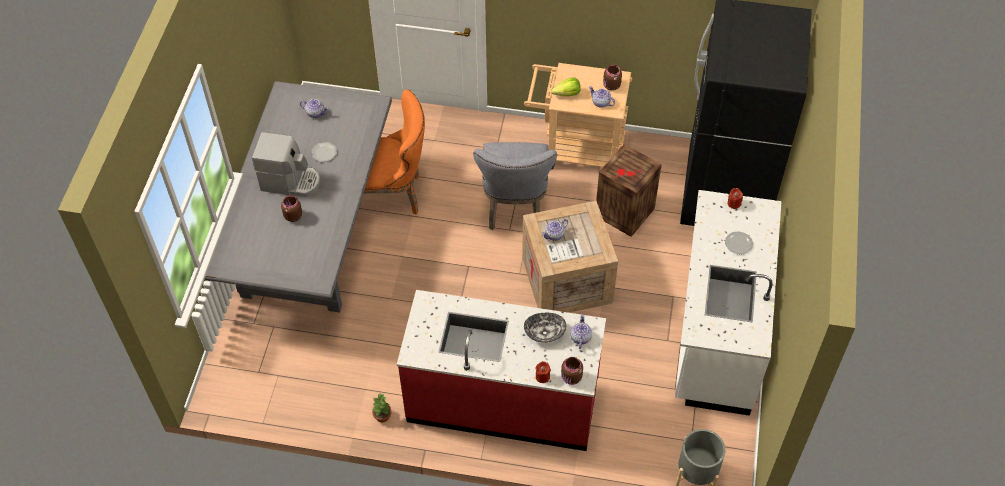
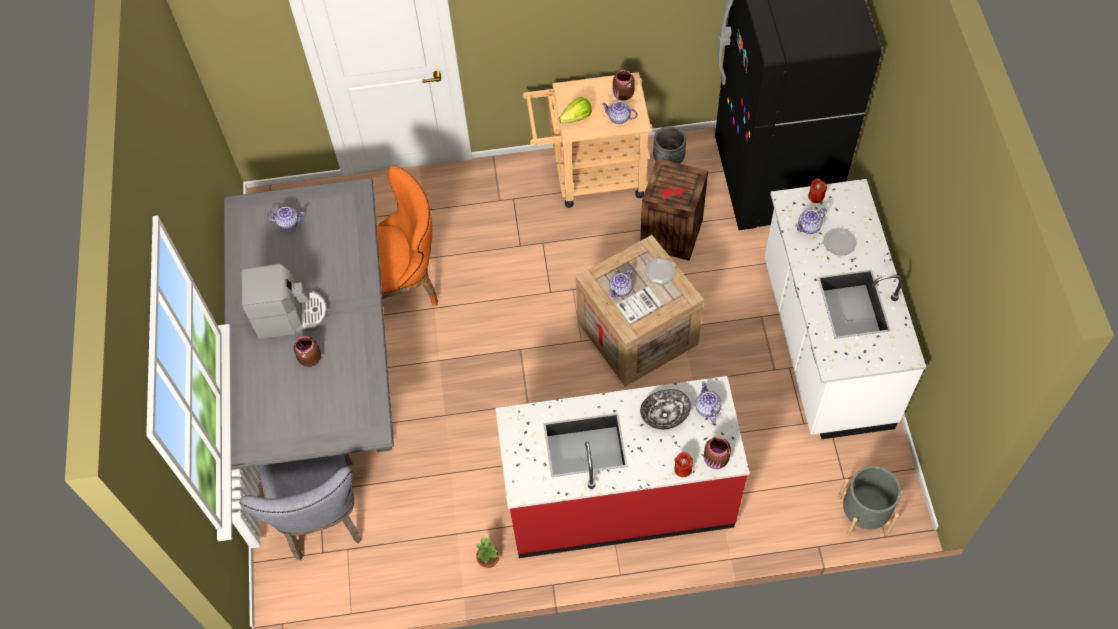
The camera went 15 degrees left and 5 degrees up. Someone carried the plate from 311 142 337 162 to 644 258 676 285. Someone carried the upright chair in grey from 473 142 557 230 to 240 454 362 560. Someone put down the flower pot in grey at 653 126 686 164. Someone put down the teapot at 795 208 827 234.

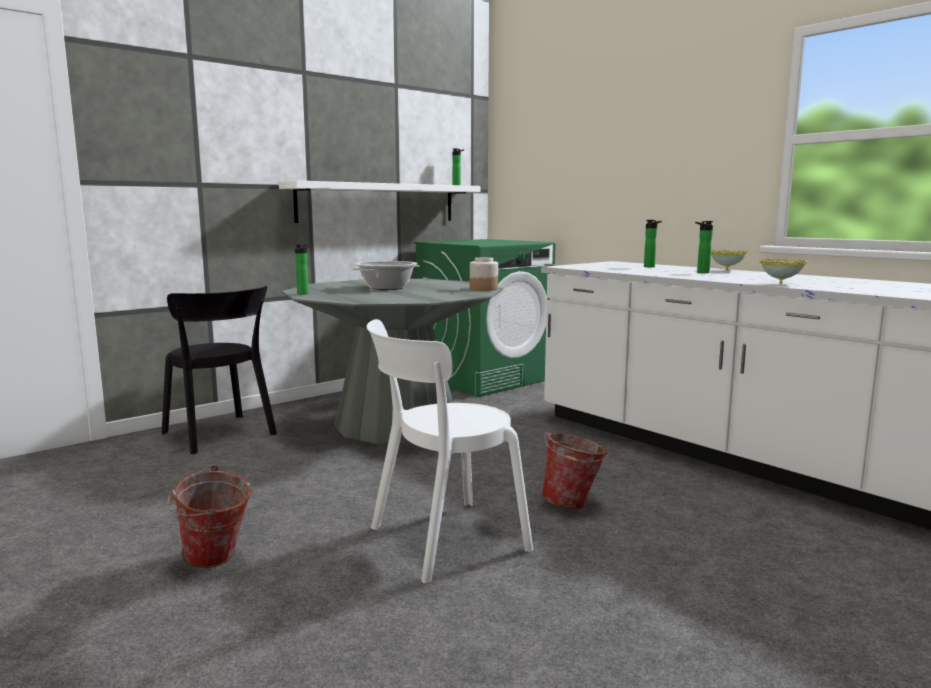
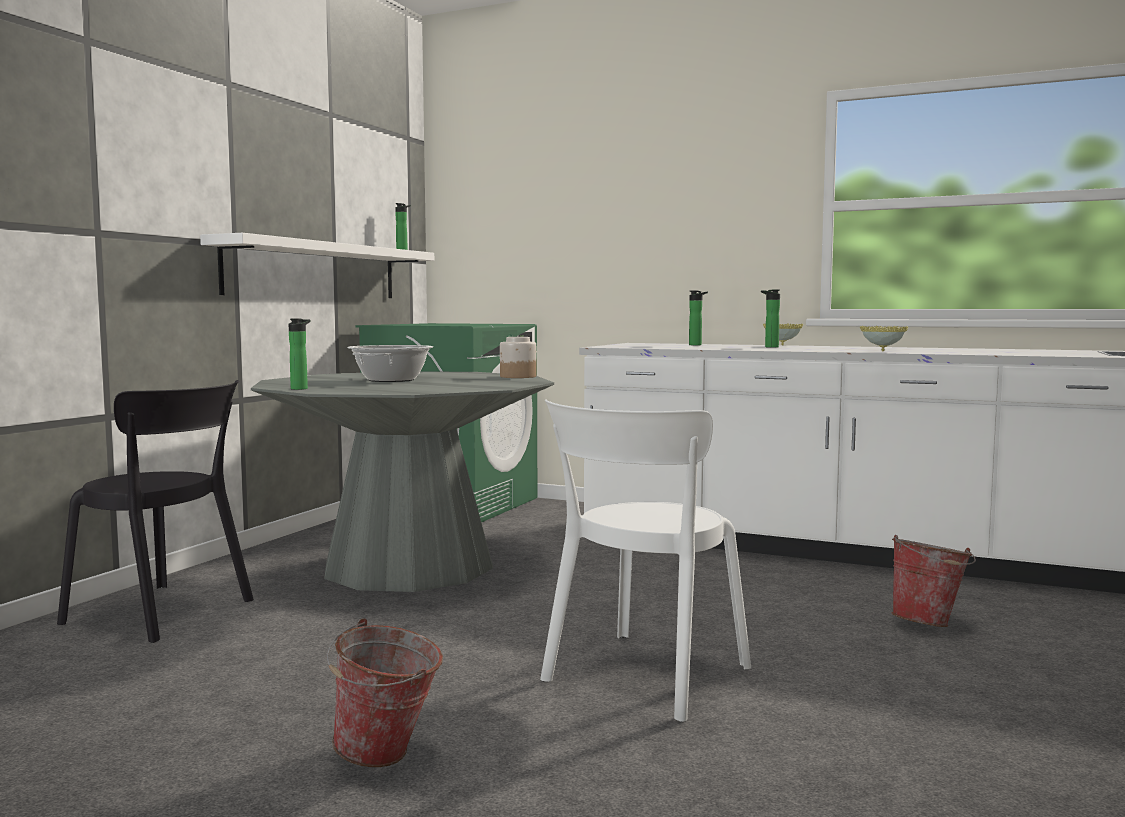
The camera went 25 degrees left and 5 degrees down. Someone carried the bucket from 541 430 610 510 to 892 535 976 627.

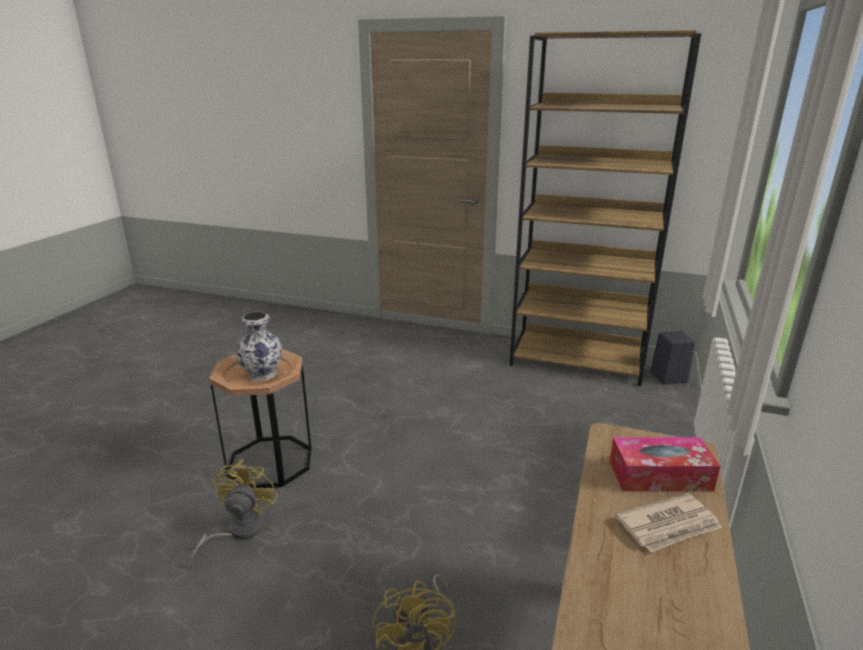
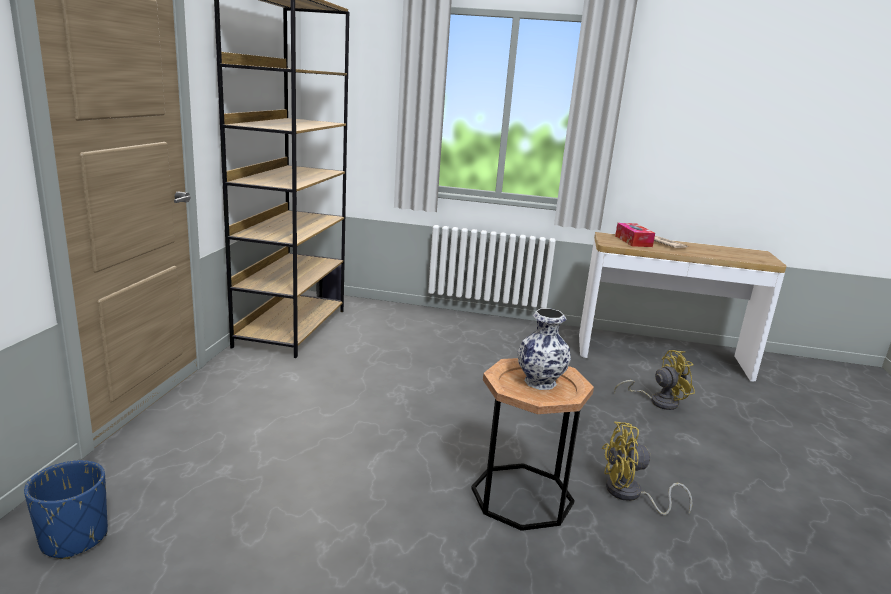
The camera went 100 degrees left and 5 degrees down. Someone put down the flower pot in blue at 24 460 108 559.

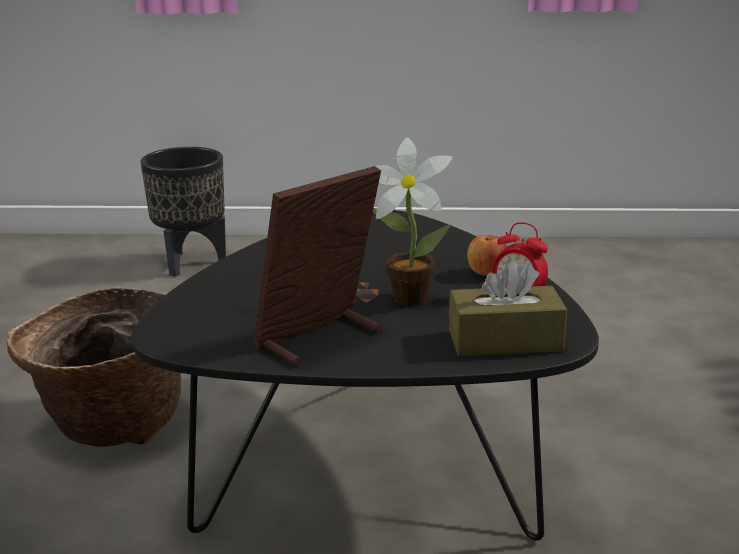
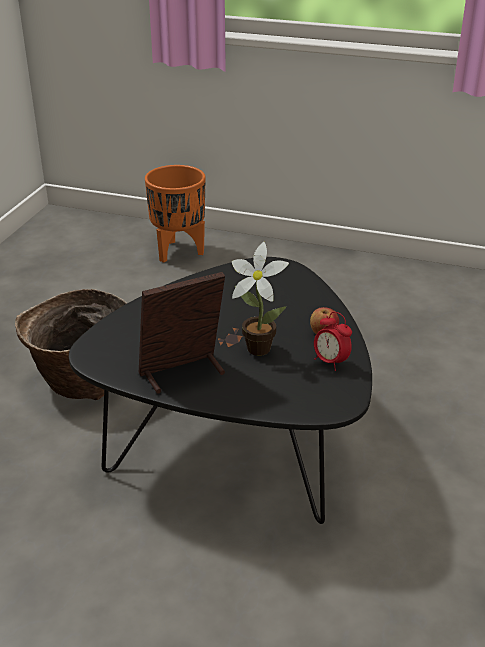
The camera went 15 degrees right and 10 degrees up. Someone repainted the flower pot in black-coloured at 140 147 226 277, which became the flower pot in orangey at 145 165 206 263. Someone took away the tissue holder in brown at 449 258 567 356.

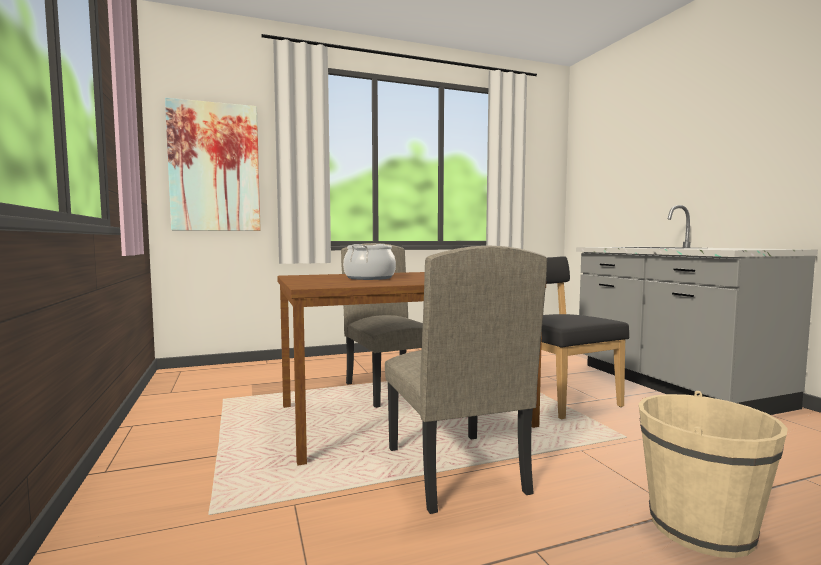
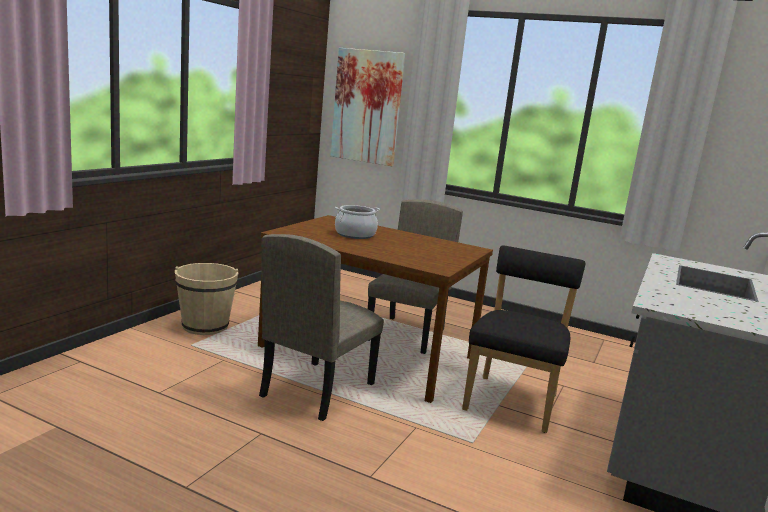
The camera went 45 degrees right and 10 degrees up. Someone carried the bucket in sand-coloured from 639 391 788 558 to 175 263 238 335.

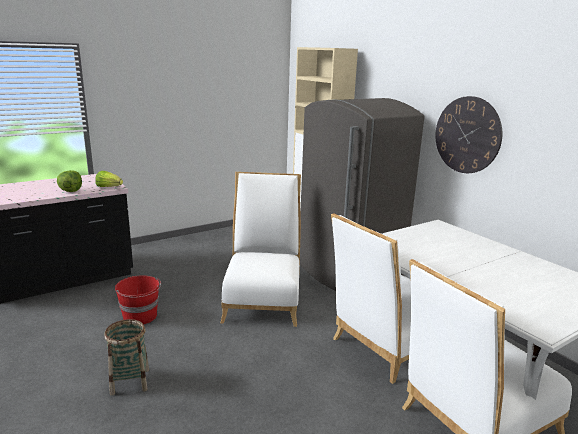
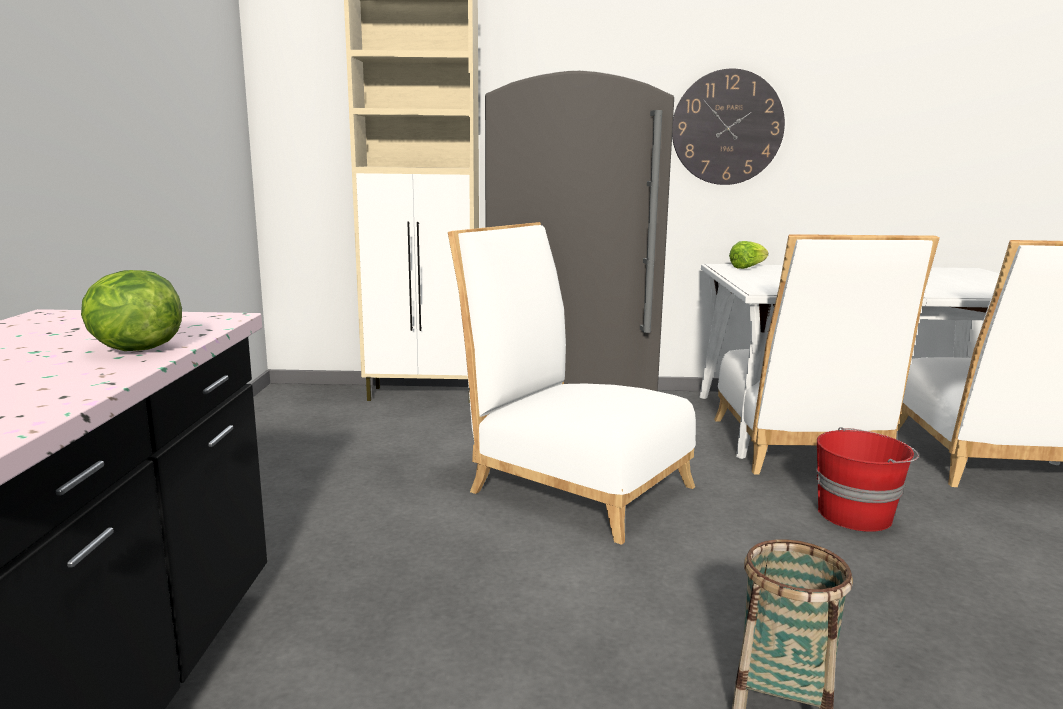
The camera went 55 degrees left and 5 degrees down. Someone carried the lettuce from 95 171 123 187 to 729 241 768 269. Someone carried the bucket in red-coloured from 115 275 161 324 to 816 427 919 532.

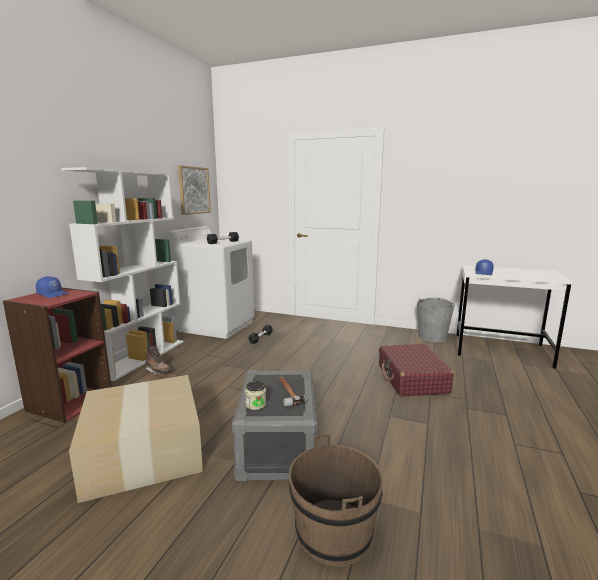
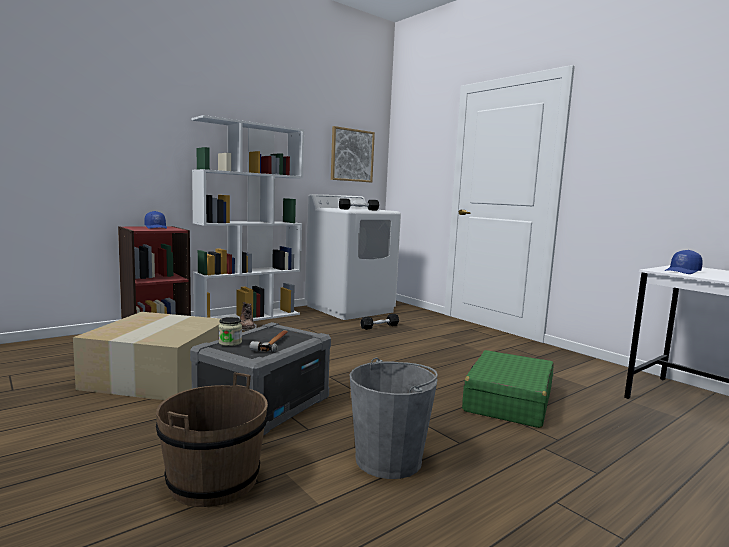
The camera went 30 degrees right and 5 degrees down. Someone carried the bucket in grey from 417 298 454 342 to 349 358 438 479. Someone repainted the travel case in red-coloured at 379 344 454 397, which became the travel case in green-coloured at 462 350 554 428.

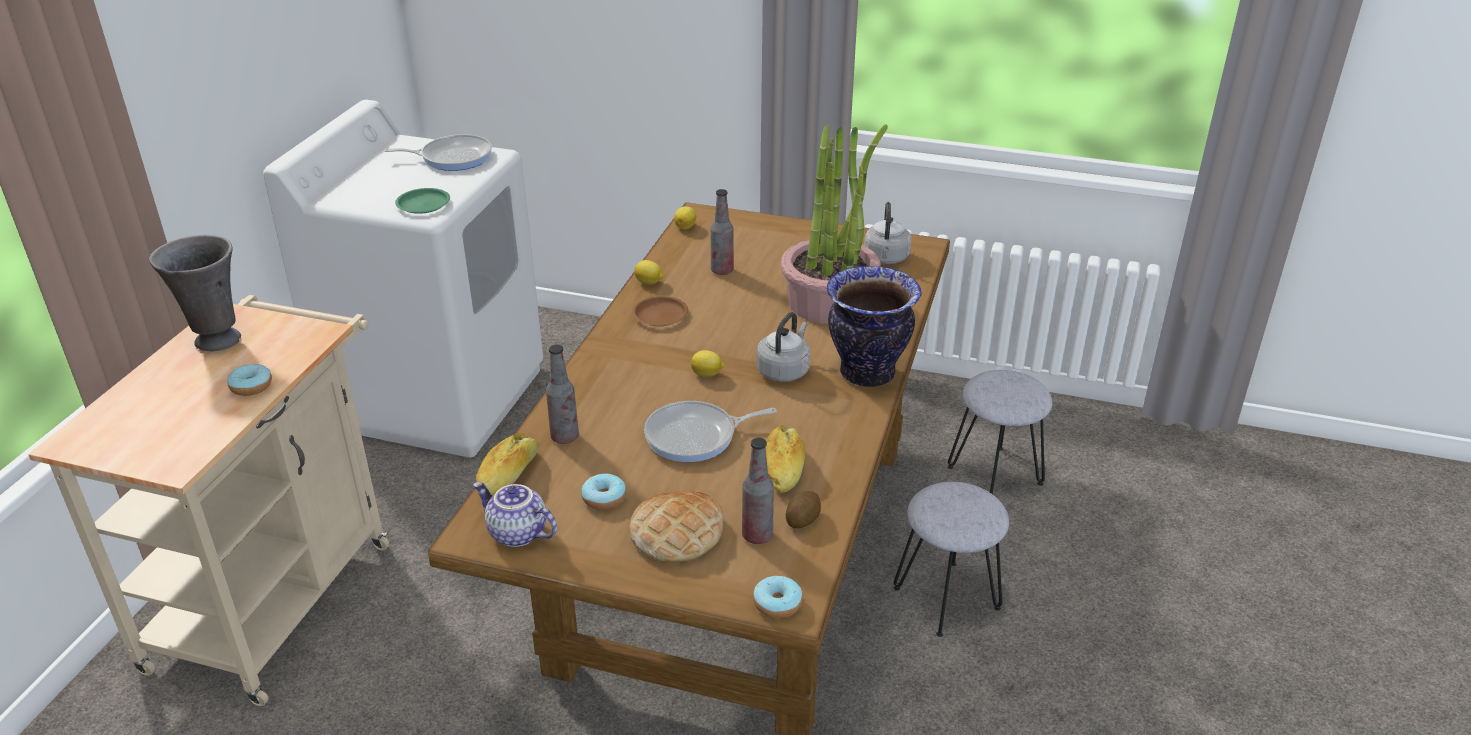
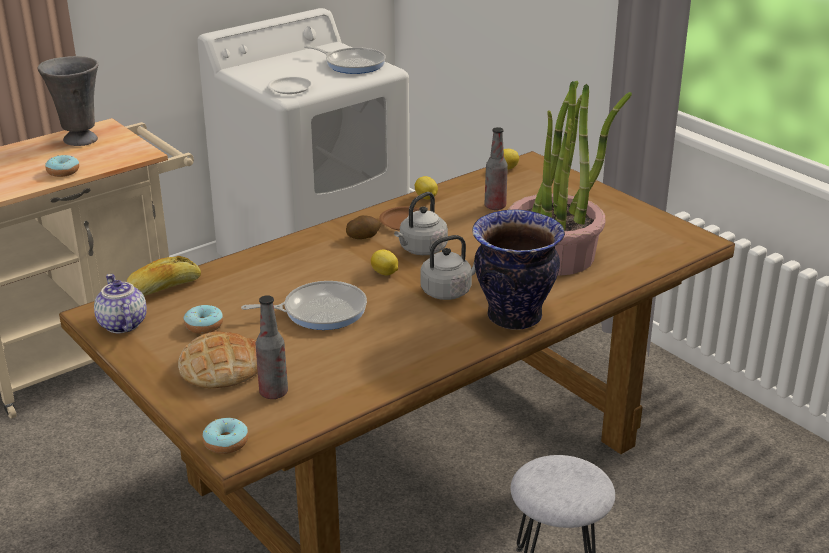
The camera went 35 degrees right and 5 degrees down. Someone repainted the plate in green-coloured at 395 188 450 214, which became the plate in white at 268 77 313 94. Someone carried the water kettle in grey from 864 202 912 264 to 394 192 448 255. Someone took away the beverage bottle at 546 345 579 444. Someone took away the stool seat in grey at 948 370 1053 494. Someone rotated the frying pan at 644 401 777 462 by 150 degrees clockwise. Someone took away the bakery bread at 766 425 805 493. Someone carried the whole potato from 786 491 821 528 to 346 215 381 239.

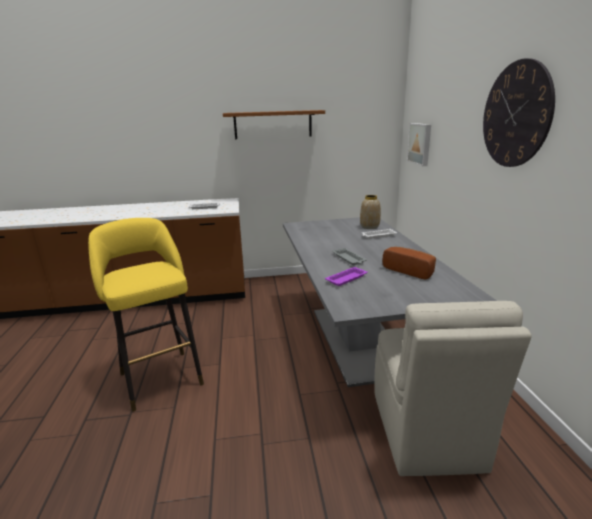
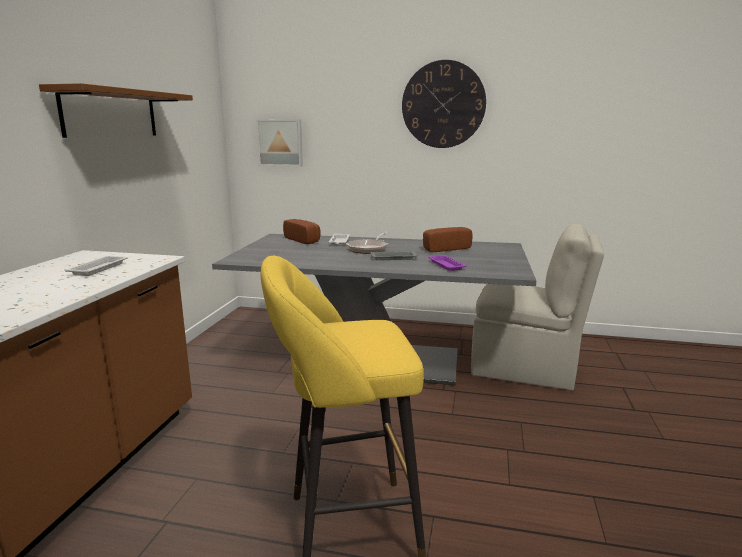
The camera went 70 degrees left and 5 degrees down. Someone swapped the flower vase at 360 195 381 229 for the bakery bread at 283 219 320 244. Someone put down the frying pan at 346 232 389 254.

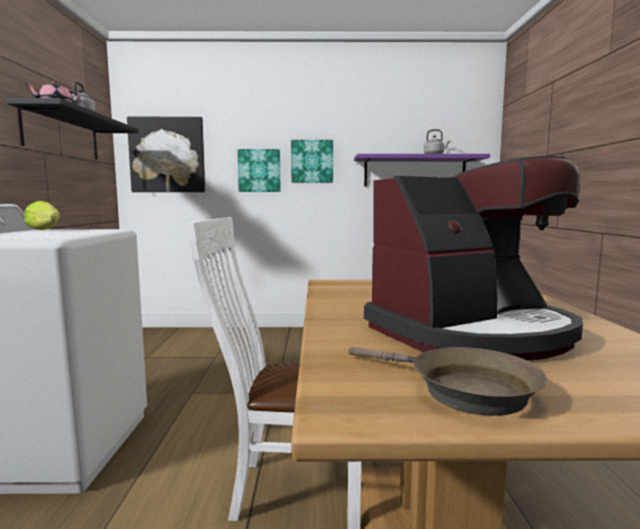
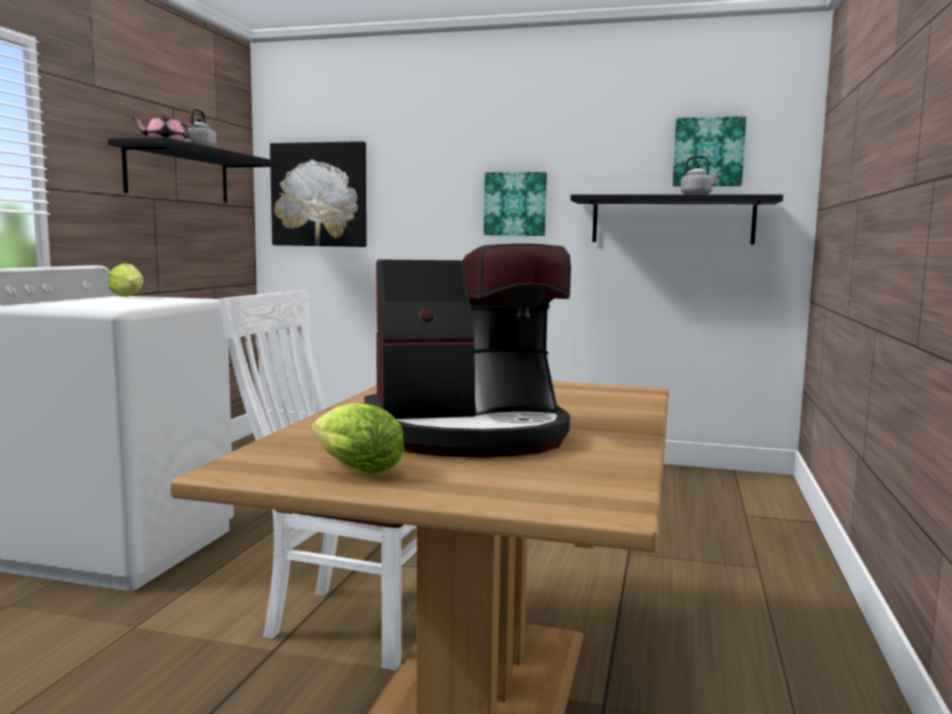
The camera went 15 degrees right and 0 degrees up. Someone carried the picture from 237 149 281 192 to 673 116 746 186. Someone repainted the shelf in purple at 354 154 490 186, which became the shelf in black-coloured at 570 195 783 245. Someone swapped the frying pan in brown at 348 347 547 416 for the lettuce at 312 402 404 474.

